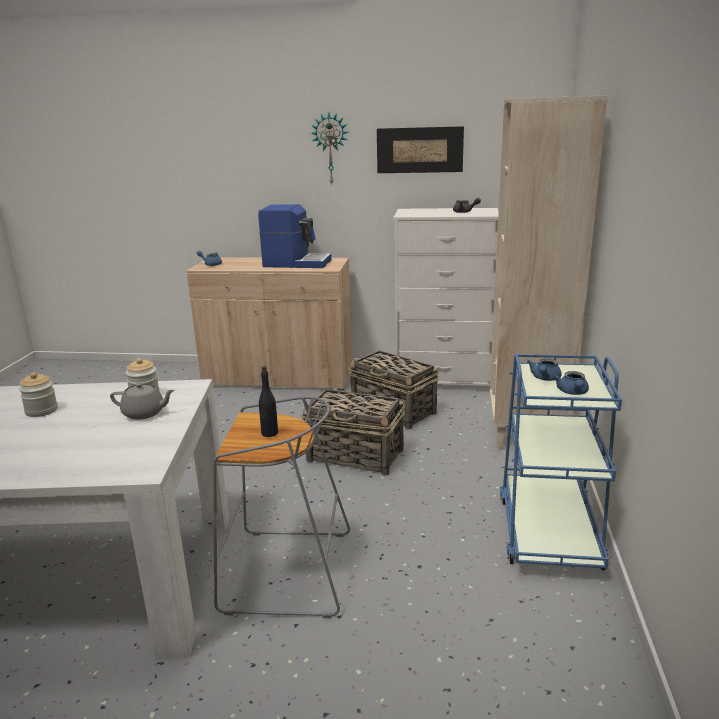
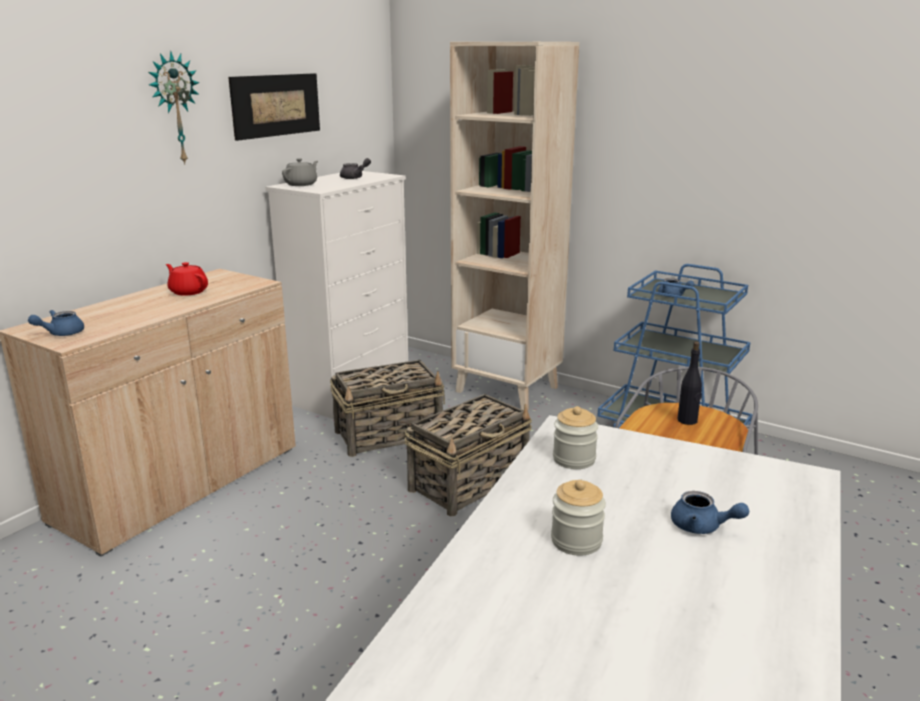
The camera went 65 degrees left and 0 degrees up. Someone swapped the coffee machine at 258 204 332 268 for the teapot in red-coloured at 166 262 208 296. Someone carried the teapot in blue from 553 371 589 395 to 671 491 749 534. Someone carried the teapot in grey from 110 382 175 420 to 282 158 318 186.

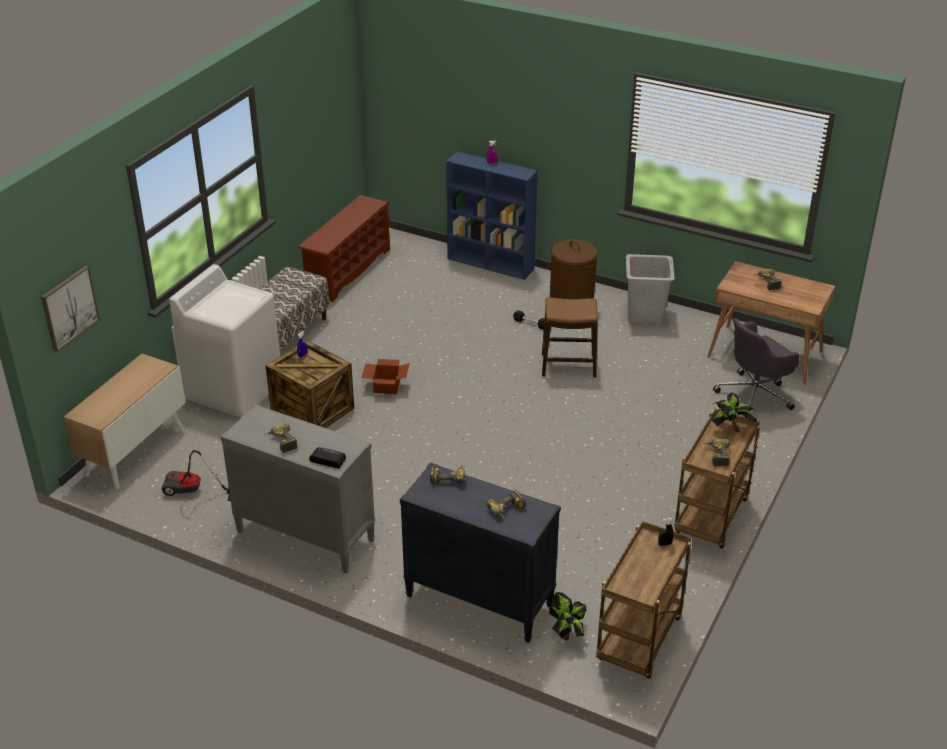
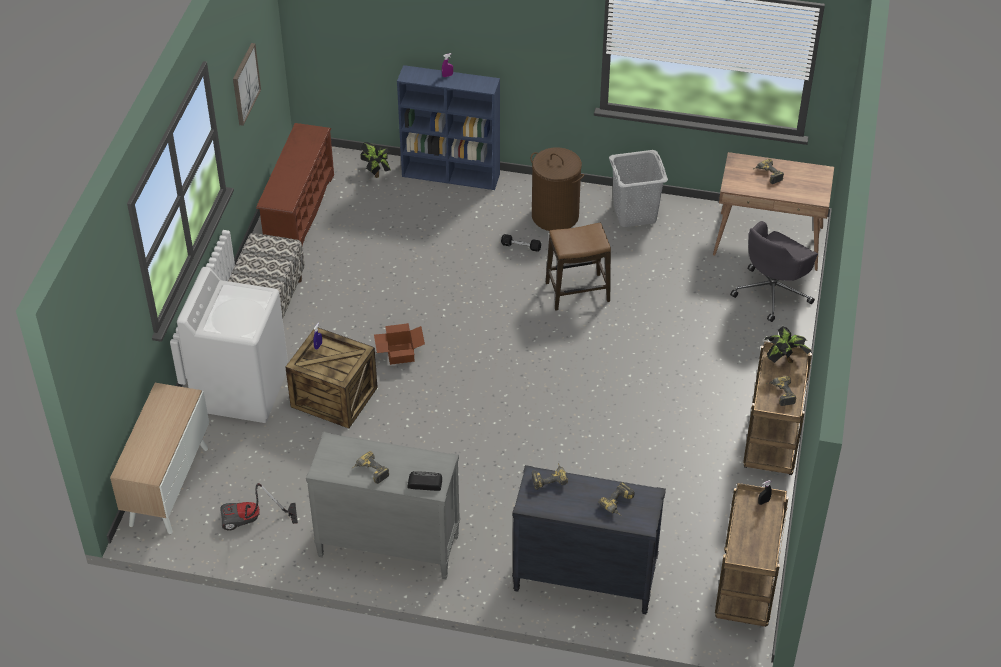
The camera went 15 degrees left and 10 degrees up. Someone carried the picture from 41 265 100 352 to 233 43 261 126. Someone carried the houseplant from 549 592 587 640 to 360 142 391 178.

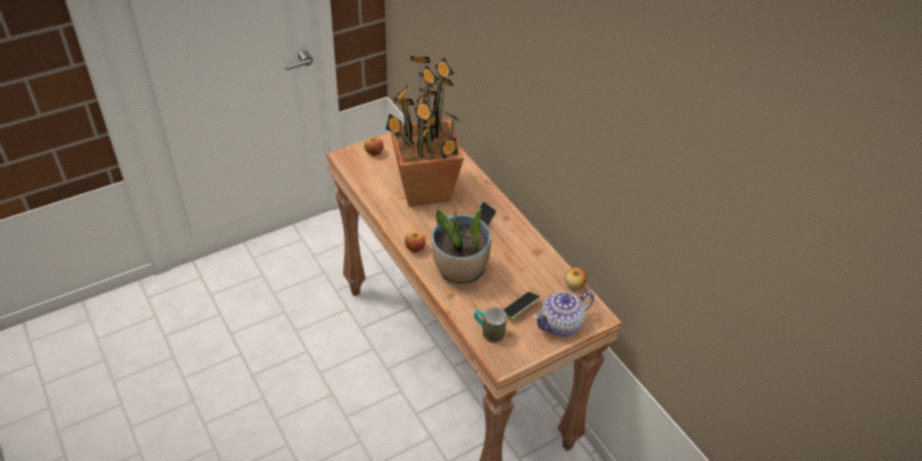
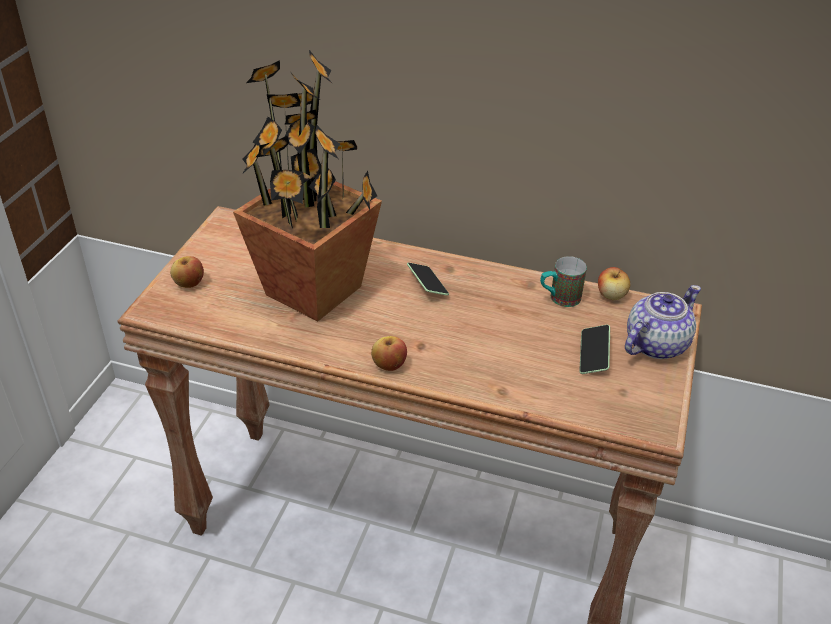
The camera went 40 degrees left and 5 degrees down. Someone took away the houseplant at 431 208 491 287. Someone rotated the teapot at 533 291 594 337 by 150 degrees counterclockwise. Someone carried the mug from 474 307 507 343 to 540 256 587 307.

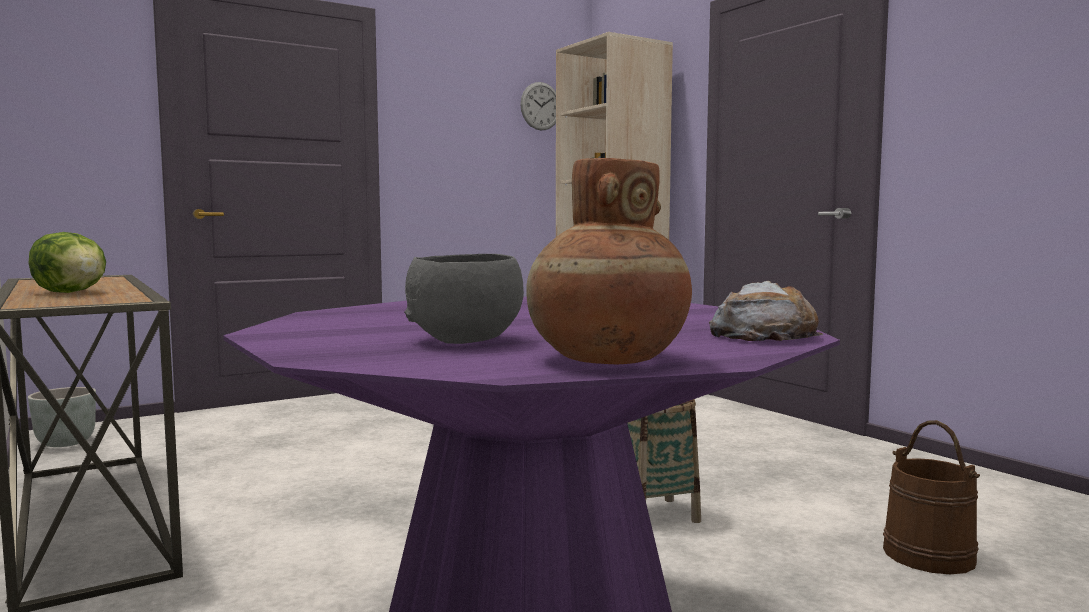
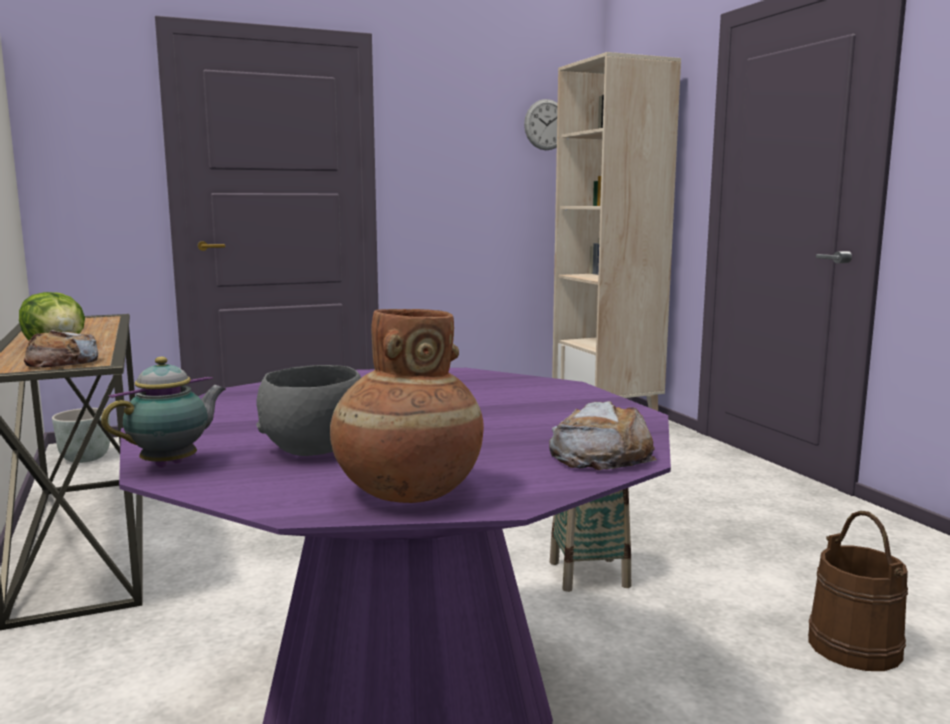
The camera went 10 degrees right and 5 degrees up. Someone put down the bakery bread at 24 330 98 368. Someone put down the teapot at 101 357 226 468.

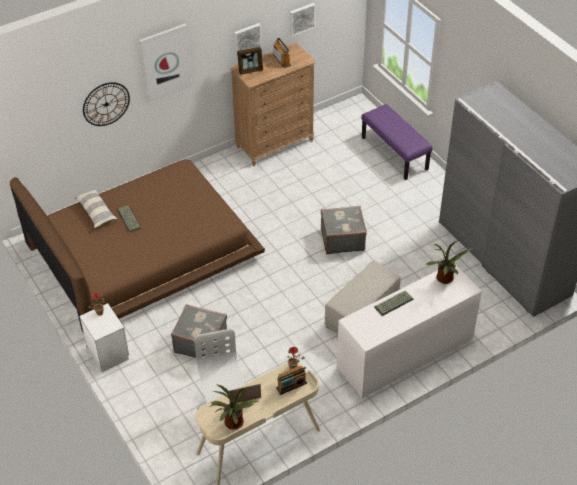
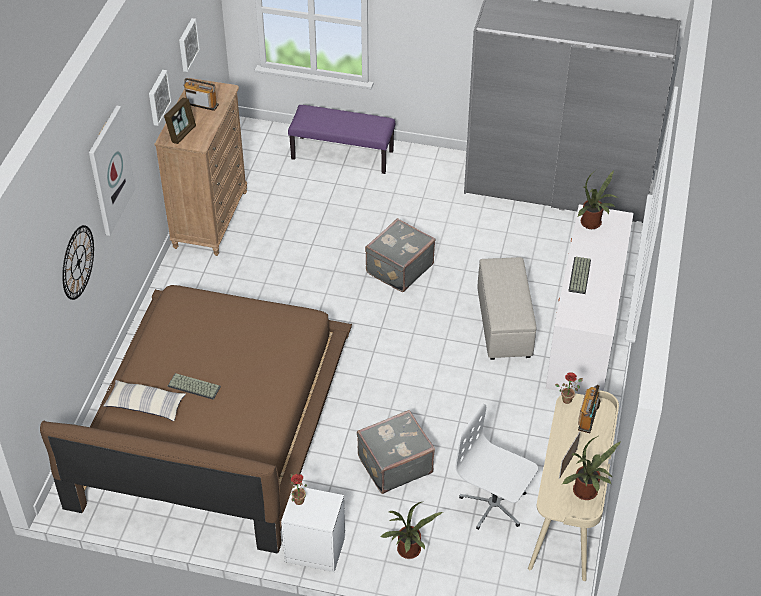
The camera went 45 degrees left and 0 degrees up. Someone put down the houseplant at 380 501 443 559.

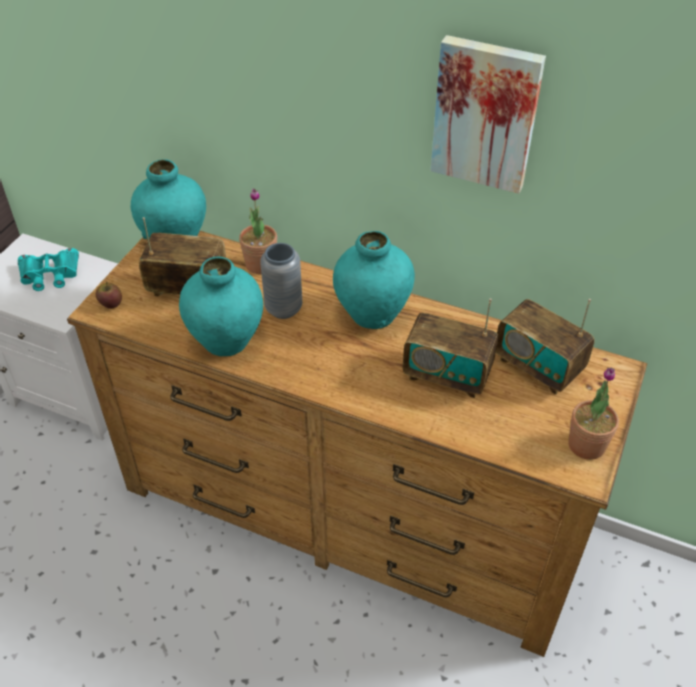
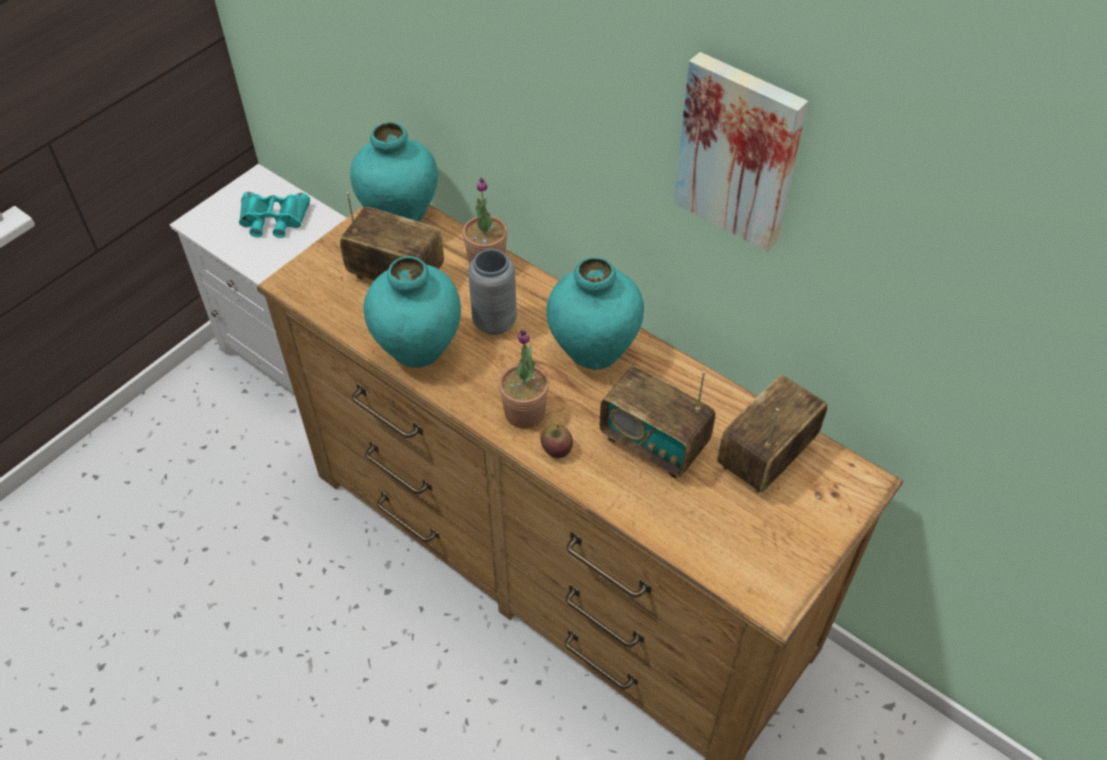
The camera went 15 degrees right and 5 degrees up. Someone carried the apple from 96 282 122 309 to 540 424 573 458. Someone rotated the radio at 496 299 595 395 by 75 degrees clockwise. Someone carried the houseplant from 568 368 619 460 to 499 329 549 429.

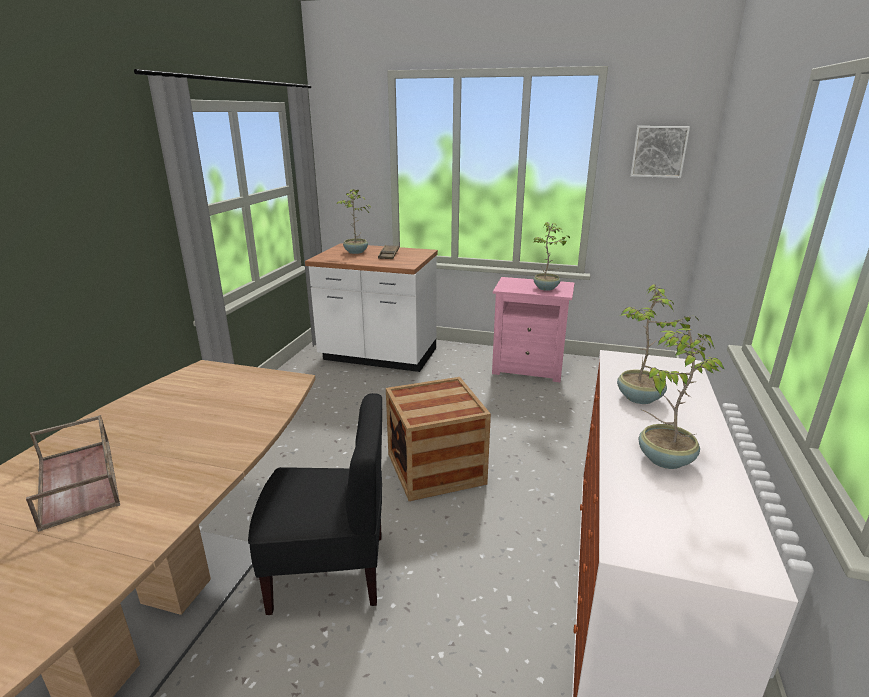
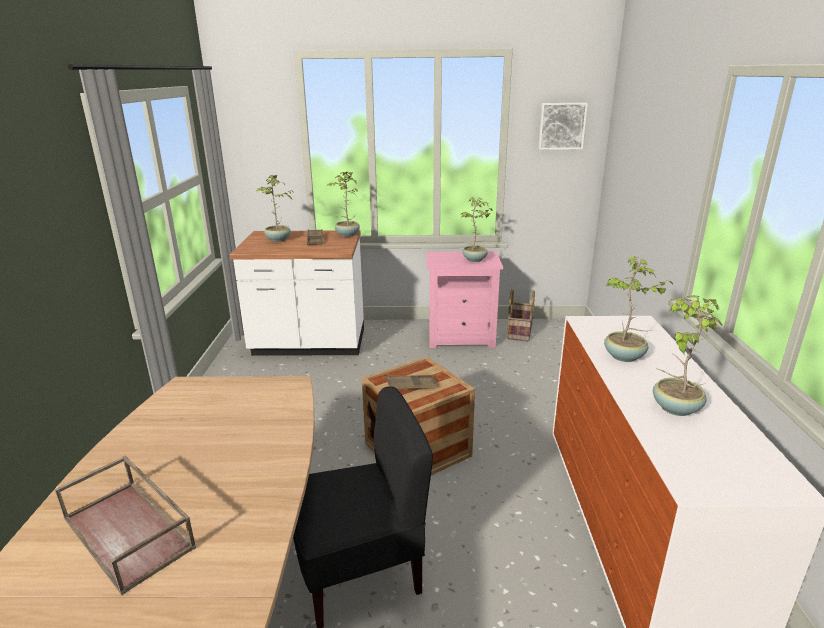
The camera went 15 degrees left and 0 degrees up. Someone put down the houseplant at 327 171 360 237. Someone put down the basket at 507 288 535 341. Someone put down the carrying tray in brown at 387 375 438 389.

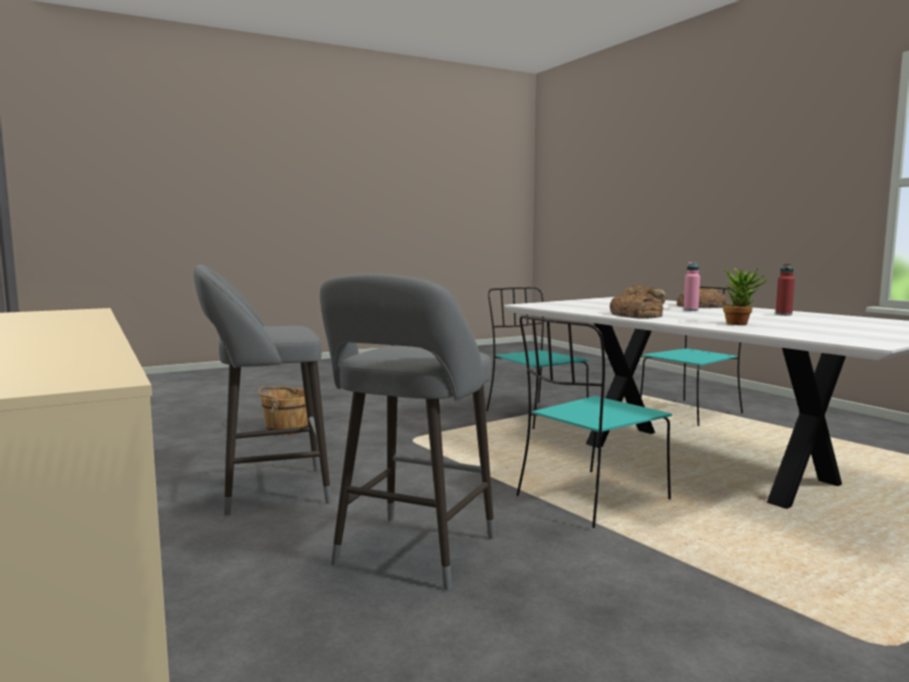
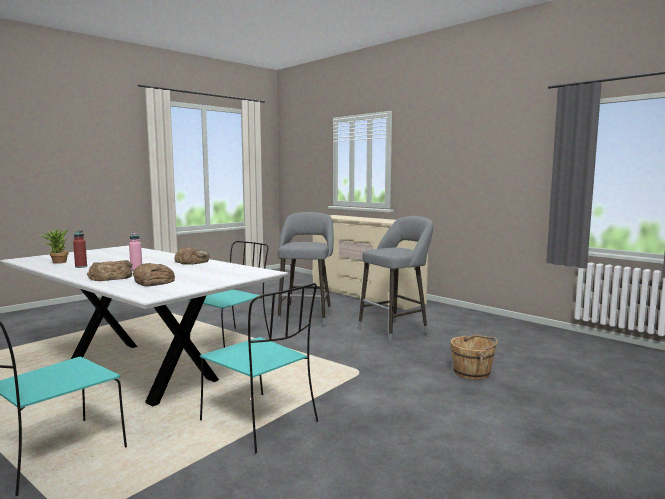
The camera went 165 degrees right and 0 degrees up. Someone carried the houseplant from 723 267 768 325 to 40 228 68 264.

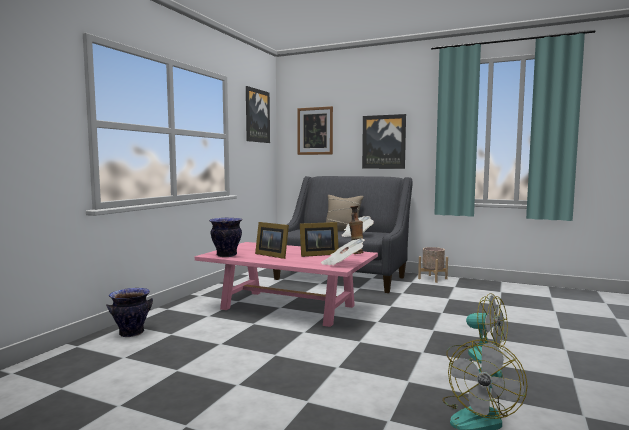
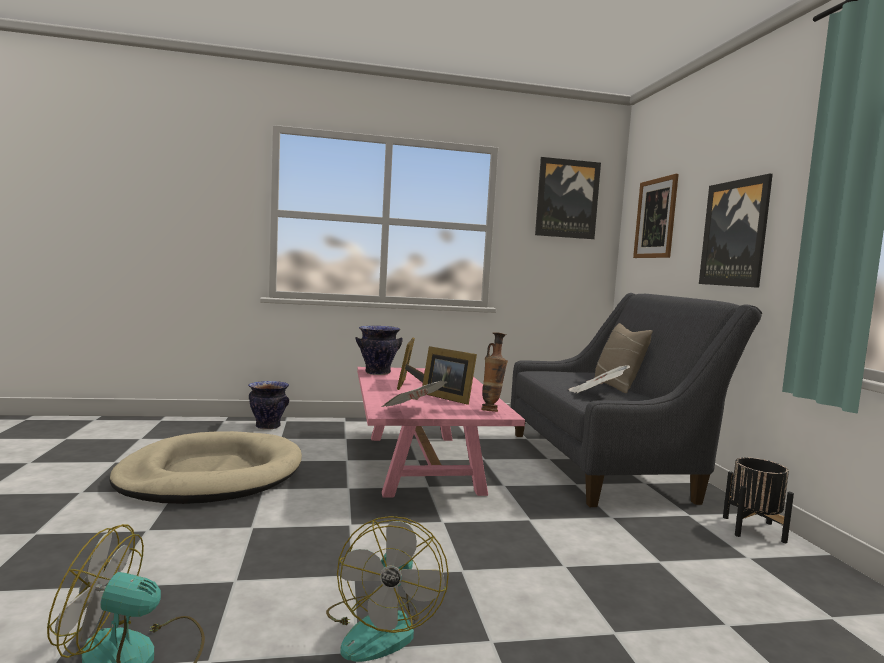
The camera went 55 degrees right and 0 degrees up. Someone repainted the flower pot in sand-coloured at 418 247 448 283, which became the flower pot in black-coloured at 723 457 794 543. Someone put down the pet bed in sand-coloured at 110 431 302 504.

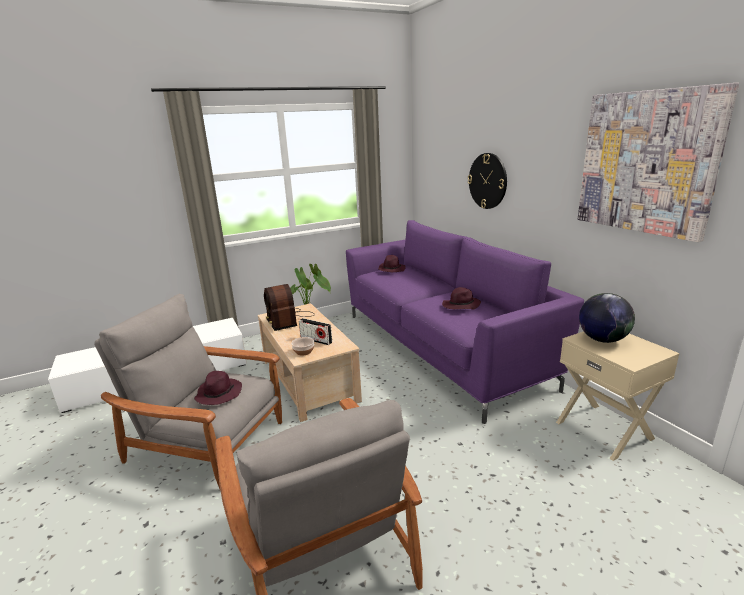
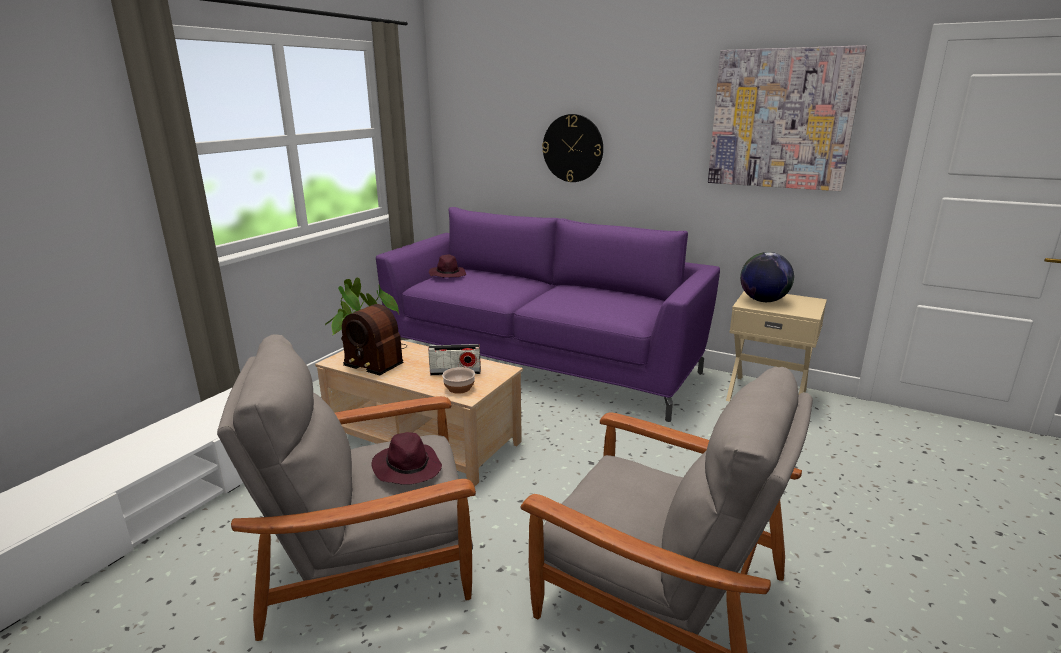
The camera went 35 degrees left and 0 degrees up. Someone took away the wearable hat in purple at 442 287 481 310.

